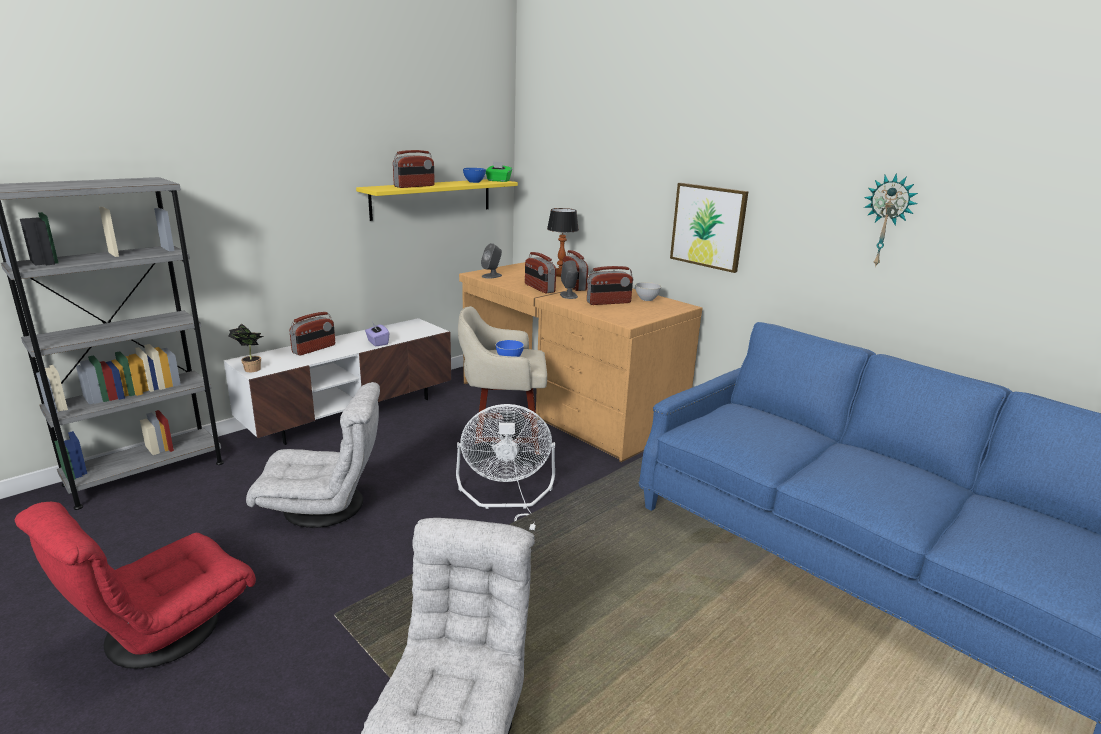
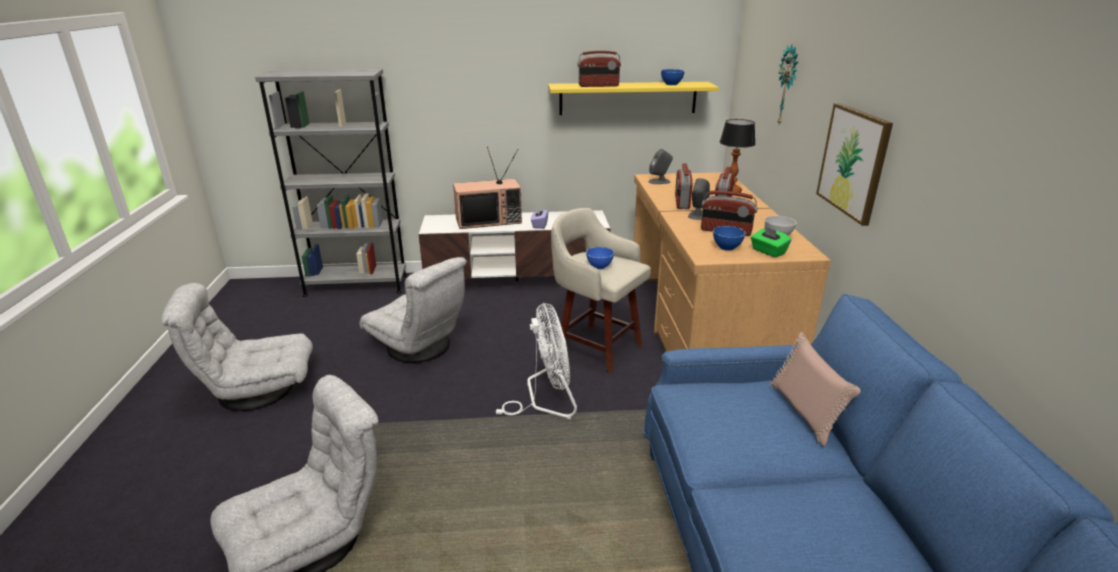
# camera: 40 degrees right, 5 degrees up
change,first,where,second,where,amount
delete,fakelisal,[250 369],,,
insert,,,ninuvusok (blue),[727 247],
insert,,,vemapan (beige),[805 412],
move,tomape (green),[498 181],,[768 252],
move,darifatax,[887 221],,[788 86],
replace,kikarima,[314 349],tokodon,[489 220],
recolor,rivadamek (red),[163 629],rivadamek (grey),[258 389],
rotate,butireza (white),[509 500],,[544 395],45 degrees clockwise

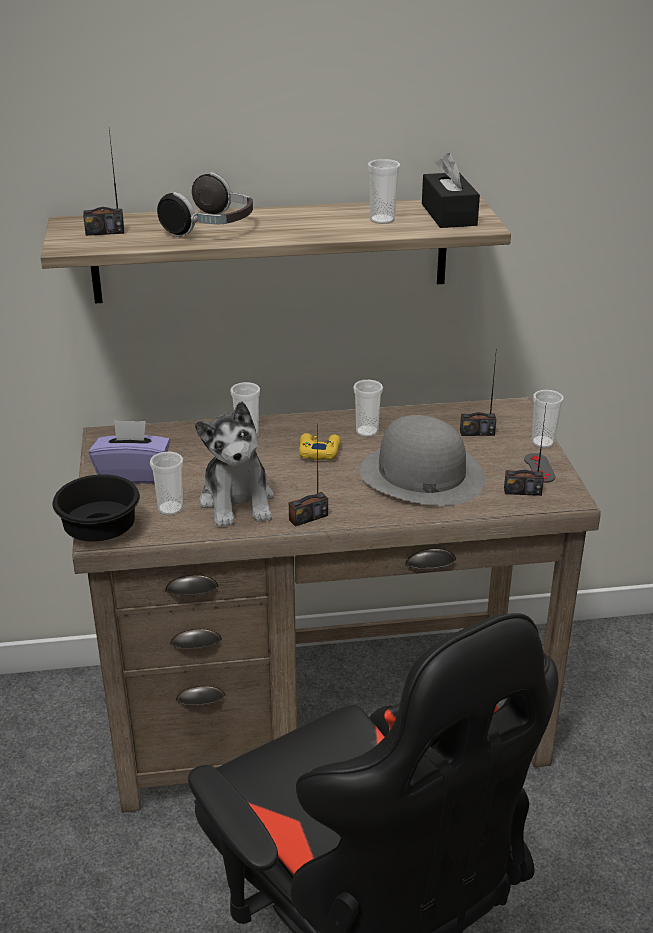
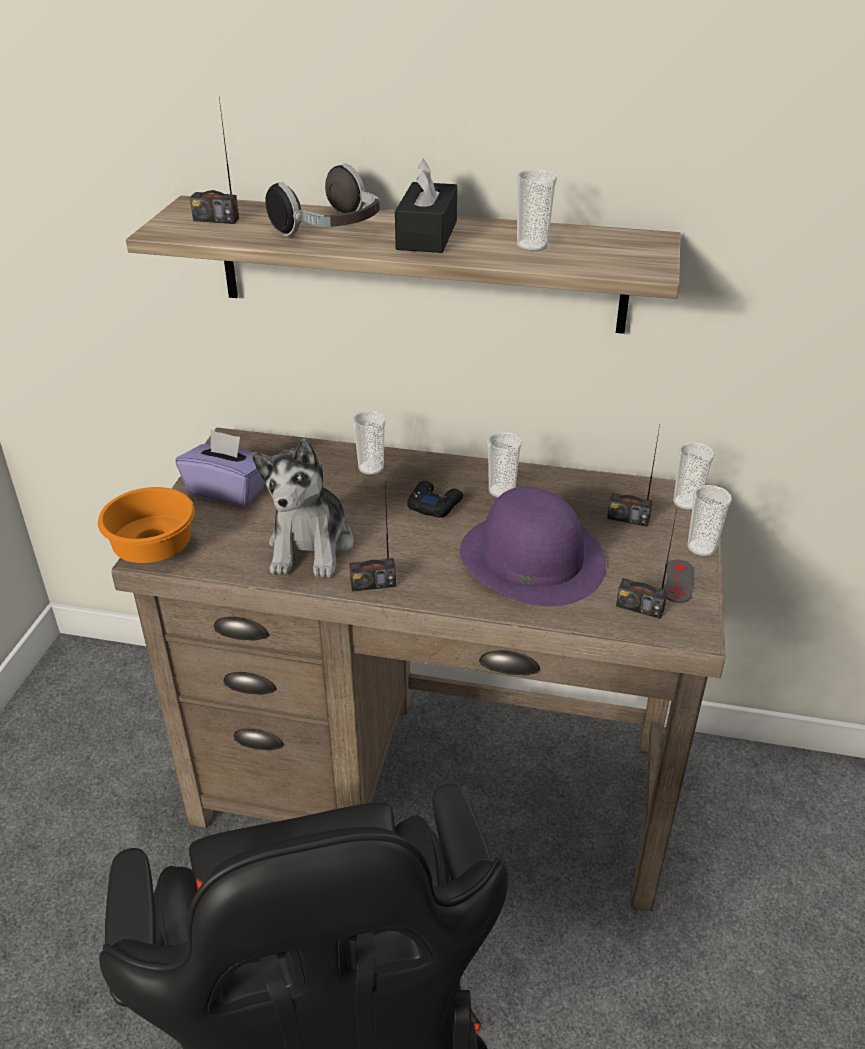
# camera: 20 degrees right, 5 degrees up
change,first,where,second,where,amount
move,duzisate,[170 508],,[686 502],
move,tomape (black),[448 215],,[427 235],
recolor,ninuvusok (black),[97 531],ninuvusok (orange),[151 548],
recolor,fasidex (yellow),[319 451],fasidex (black),[434 504],
recolor,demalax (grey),[421 474],demalax (purple),[531 558],

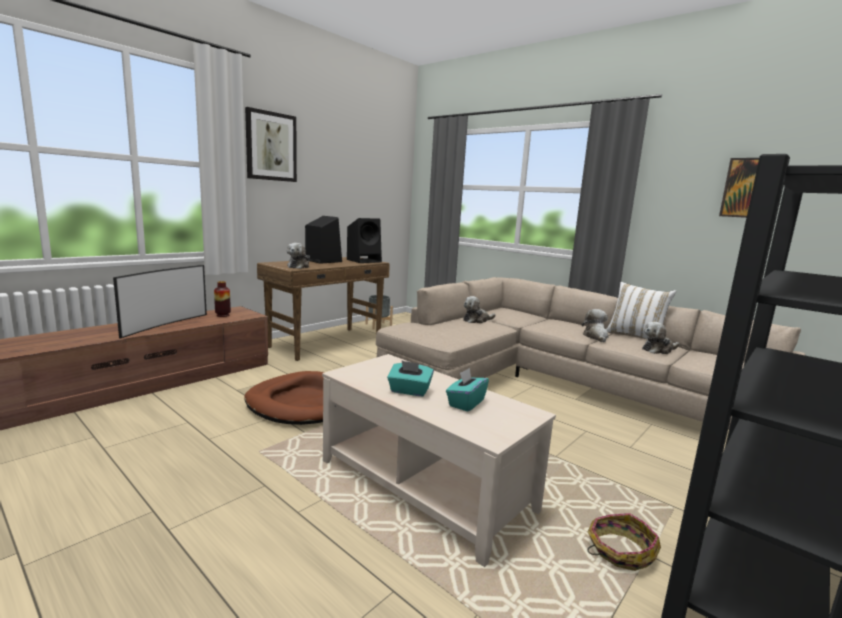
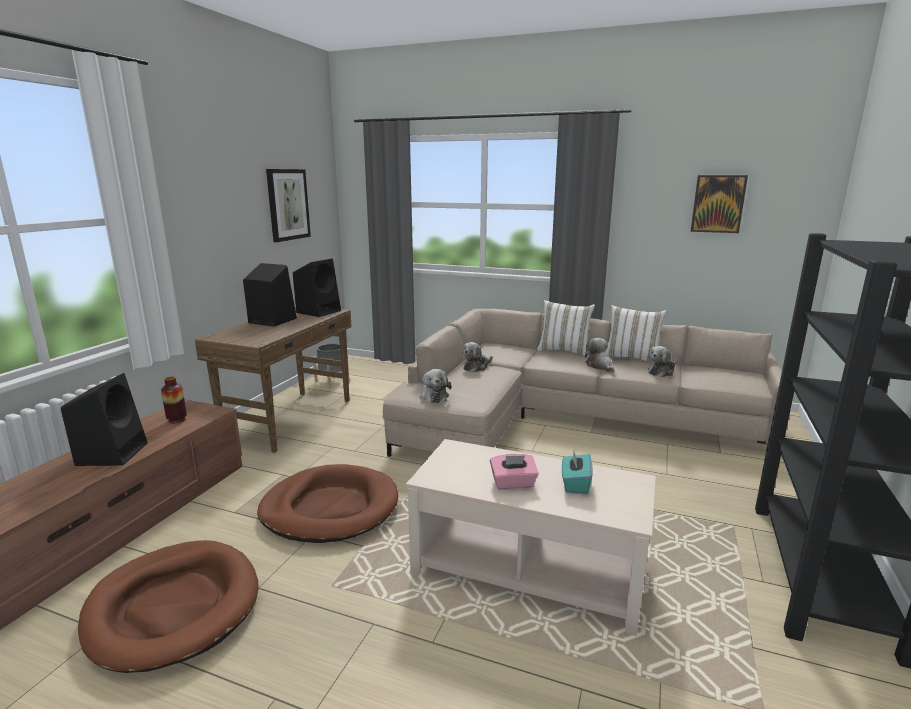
# camera: 20 degrees left, 5 degrees up
change,first,where,second,where,amount
delete,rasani,[619 551],,,
insert,,,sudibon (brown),[174 607],
insert,,,vemapan (white),[564 351],
move,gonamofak,[271 146],,[288 204],
move,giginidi,[299 266],,[434 396],
replace,tokodon,[164 324],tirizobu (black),[113 453],
recolor,tomape (turquoise),[409 391],tomape (pink),[513 484],

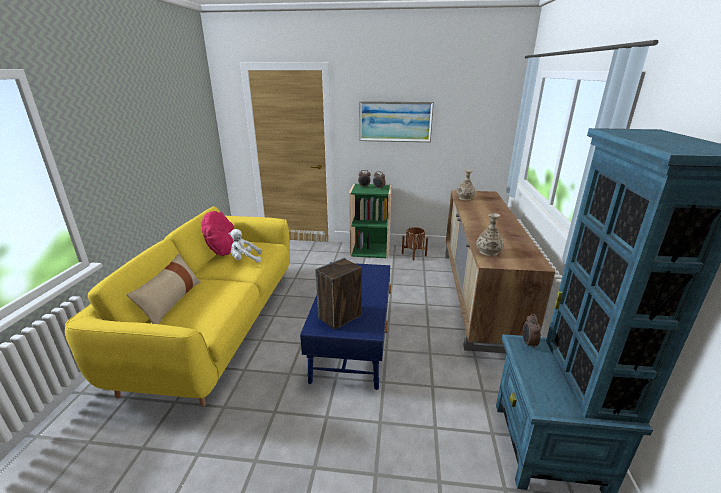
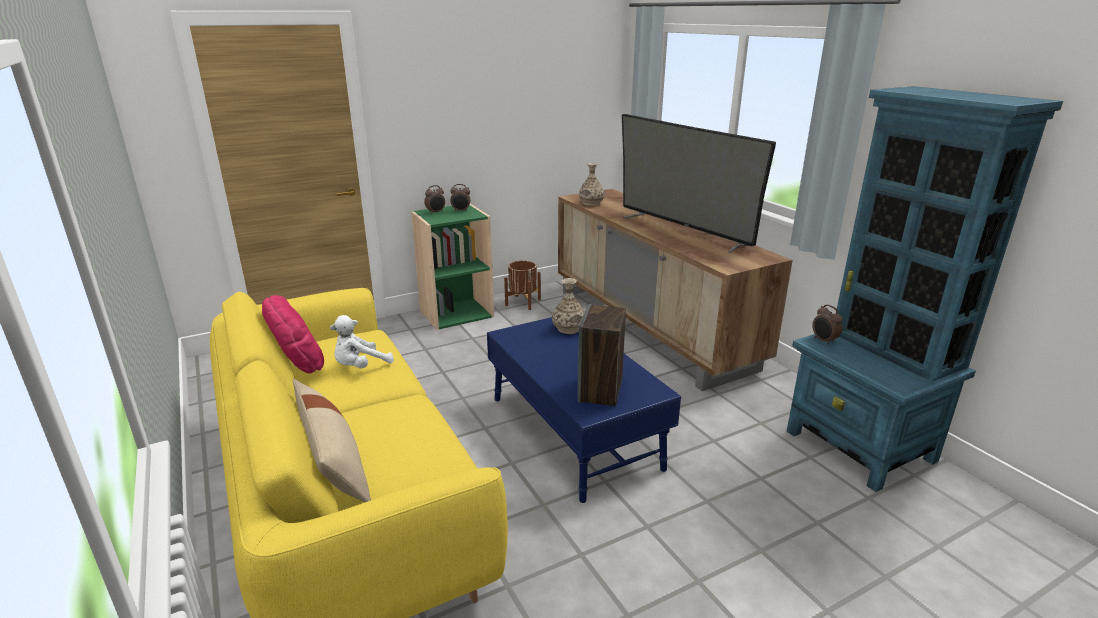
# camera: 35 degrees left, 0 degrees up
change,first,where,second,where,amount
delete,gonamofak,[395 121],,,
insert,,,tokodon,[683 230],
move,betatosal,[488 252],,[568 328],

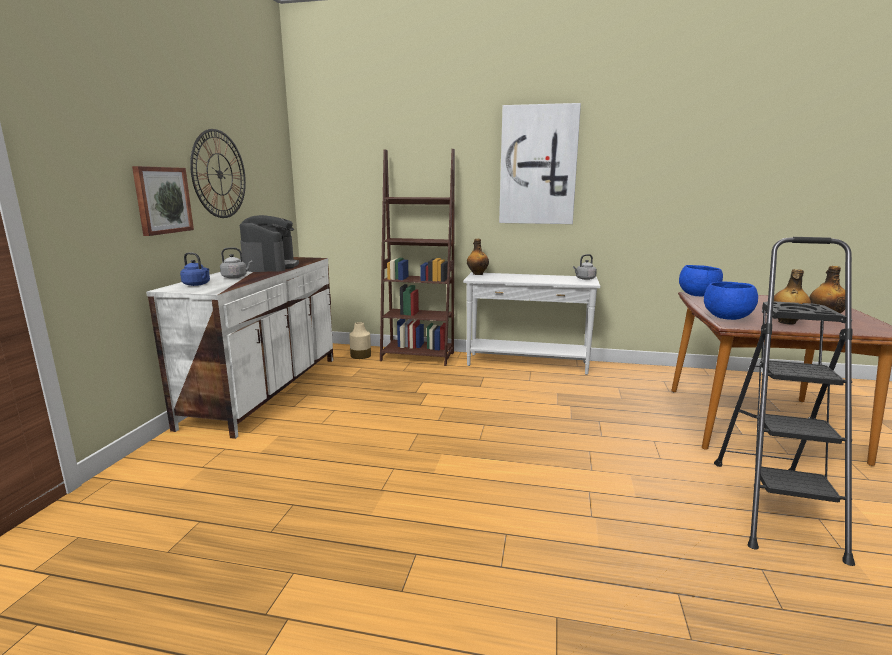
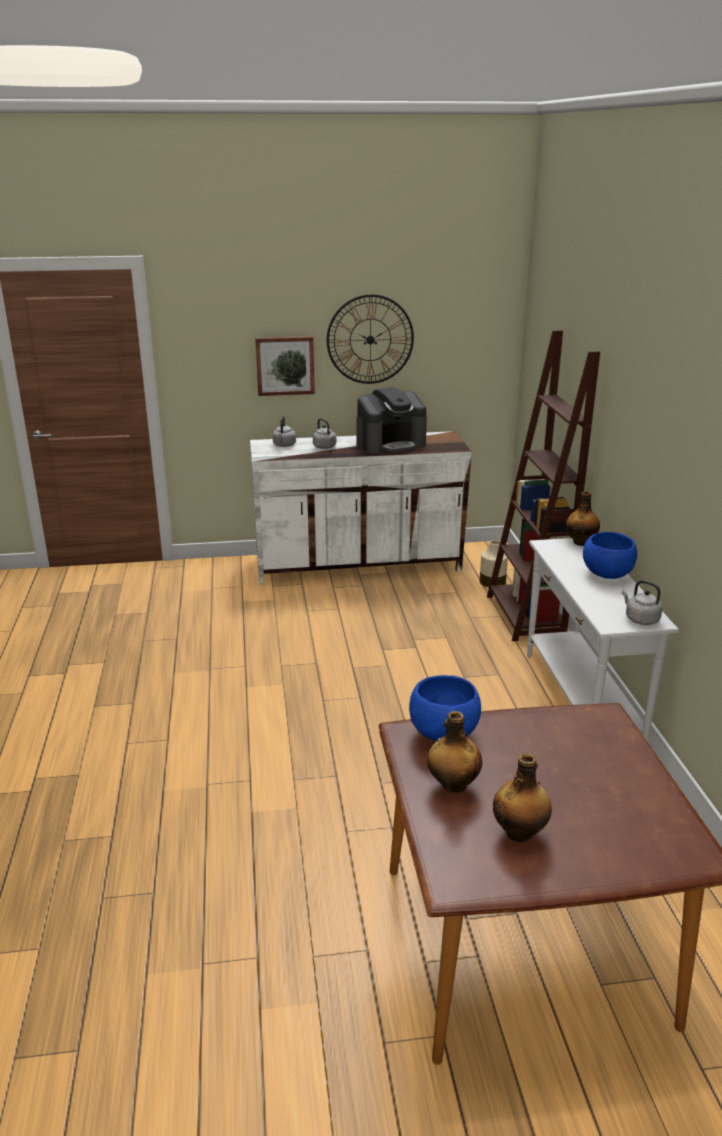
# camera: 70 degrees right, 10 degrees up
change,first,where,second,where,amount
delete,gonamofak,[538 165],,,
delete,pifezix,[773 504],,,
move,ninuvusok (blue),[698 295],,[606 575],
recolor,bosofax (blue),[197 284],bosofax (grey),[284 445],

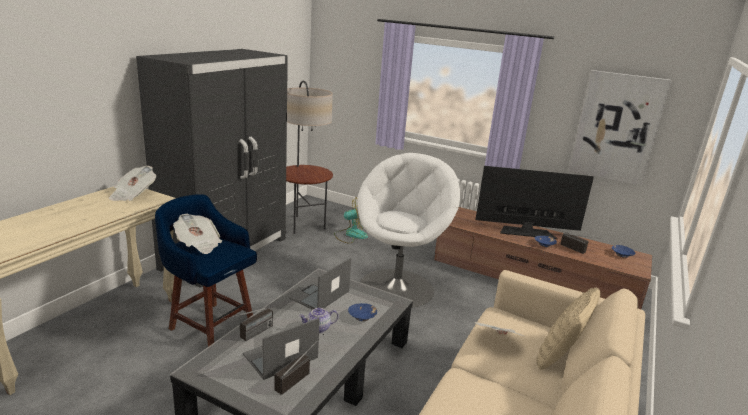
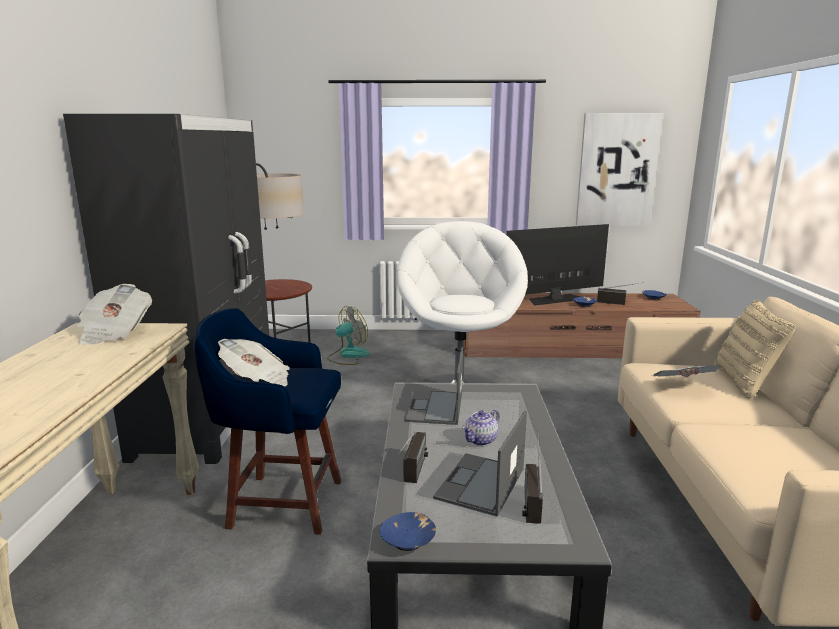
# camera: 25 degrees left, 5 degrees down
change,first,where,second,where,amount
move,ninuvusok (blue),[362 317],,[408 541],

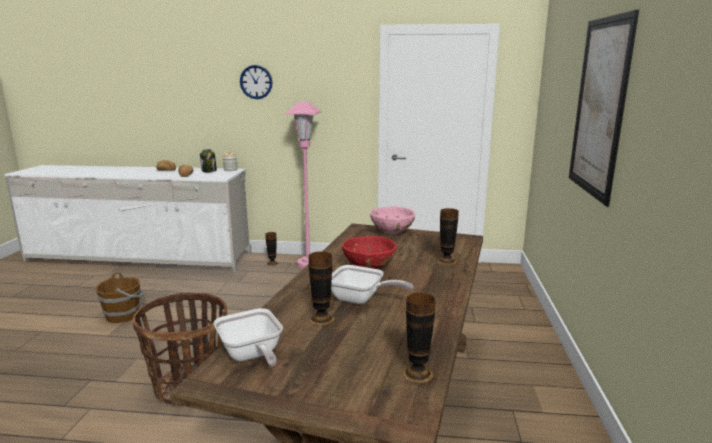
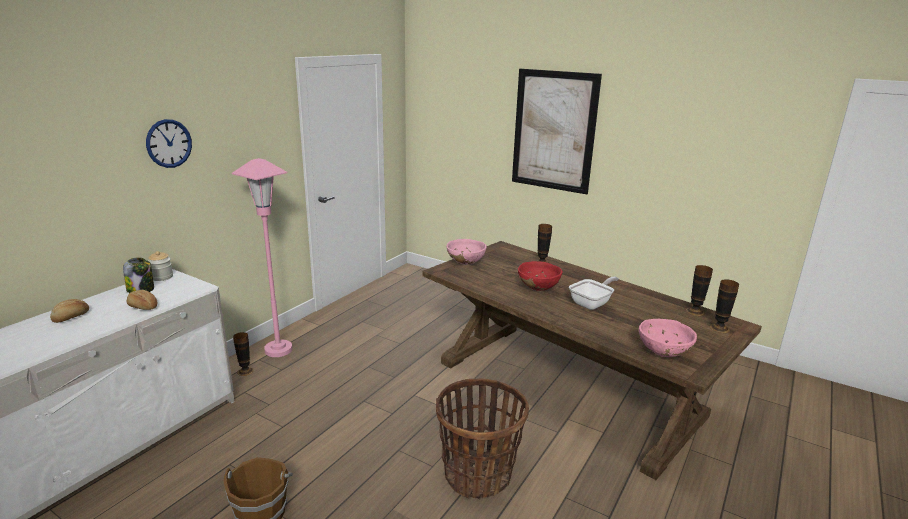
# camera: 65 degrees left, 5 degrees up
change,first,where,second,where,amount
move,betatosal,[321 319],,[719 328],
replace,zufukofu,[251 356],ninuvusok (pink),[663 353],

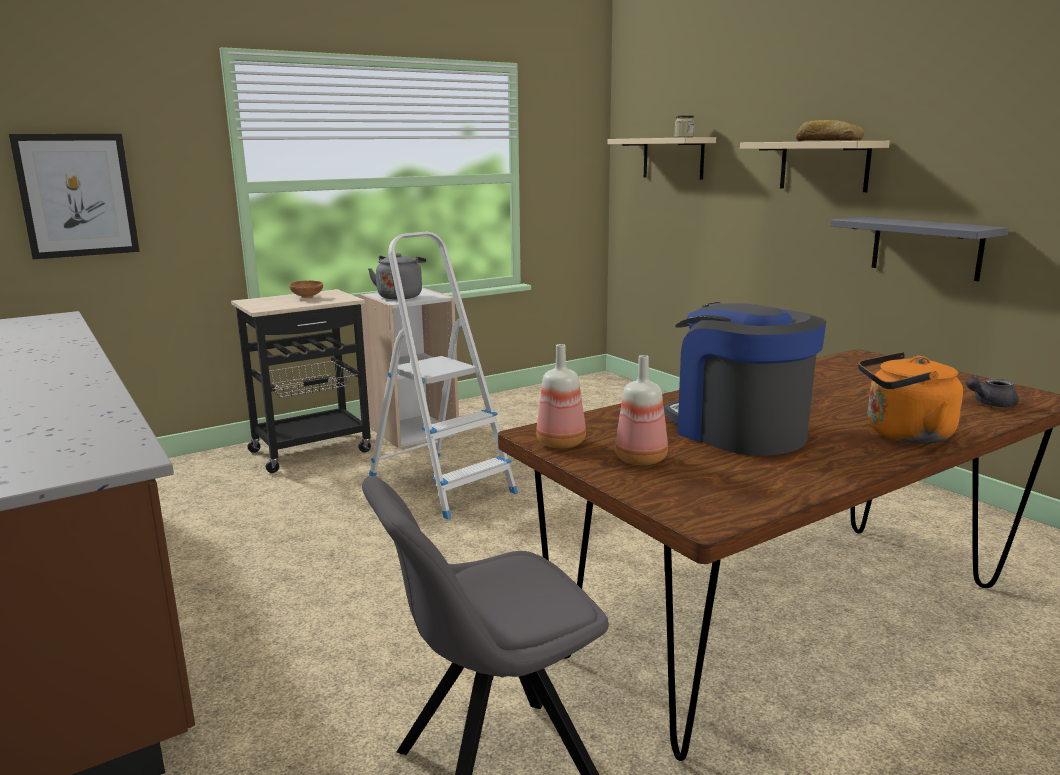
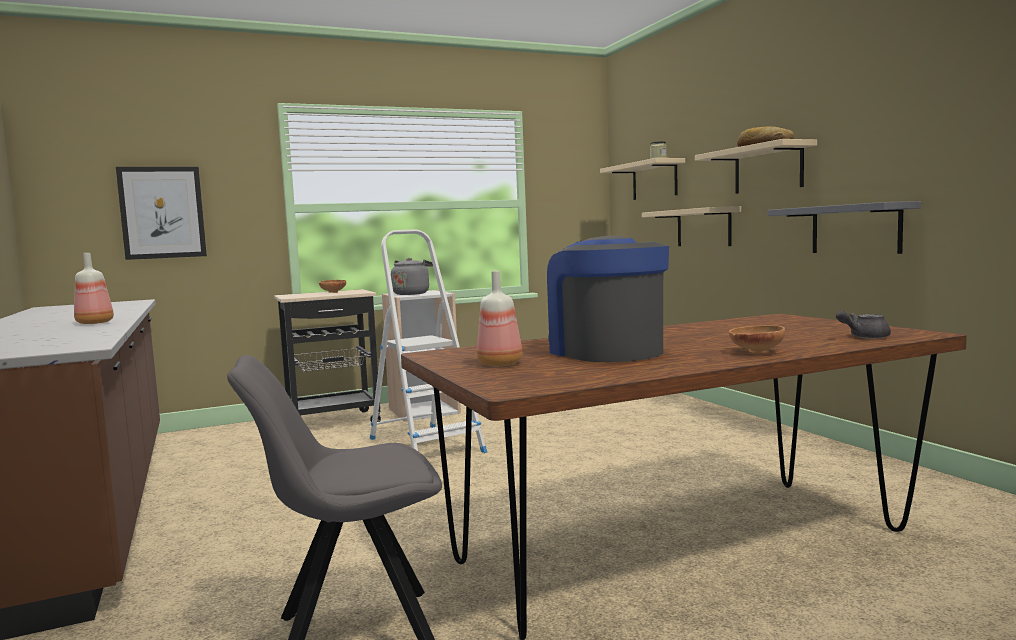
# camera: 10 degrees right, 10 degrees down
change,first,where,second,where,amount
insert,,,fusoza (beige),[703 227],
move,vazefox,[561 442],,[96 322],
replace,bosofax (orange),[903 434],ninuvusok (brown),[755 352],

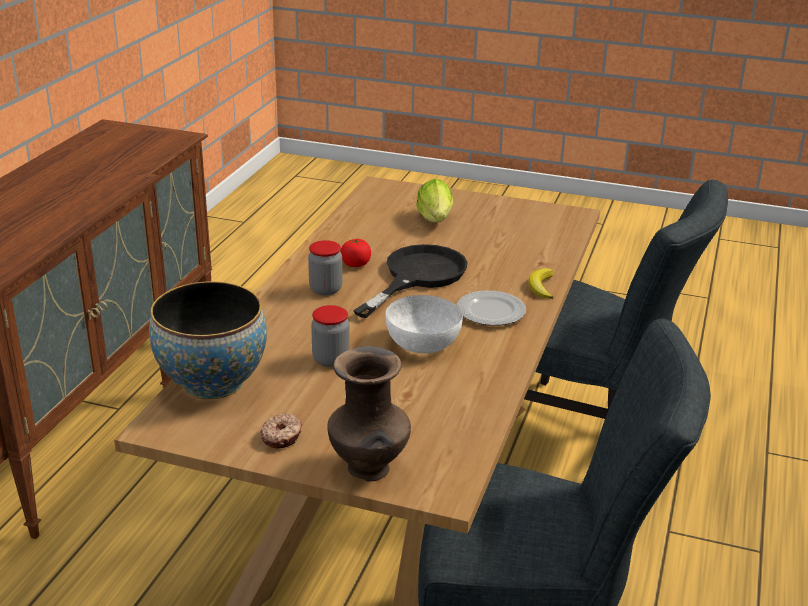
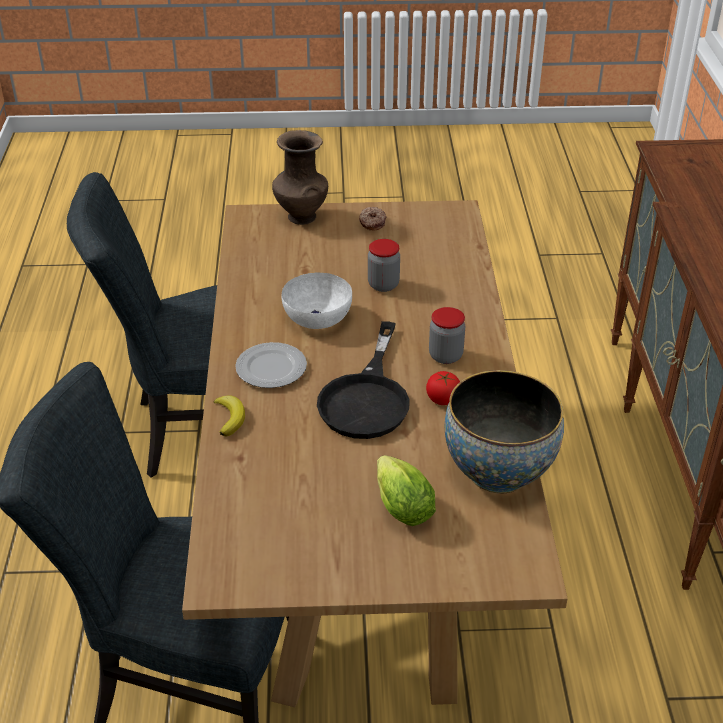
# camera: 160 degrees right, 10 degrees up
change,first,where,second,where,amount
move,ninuvusok,[213 383],,[498 472],

